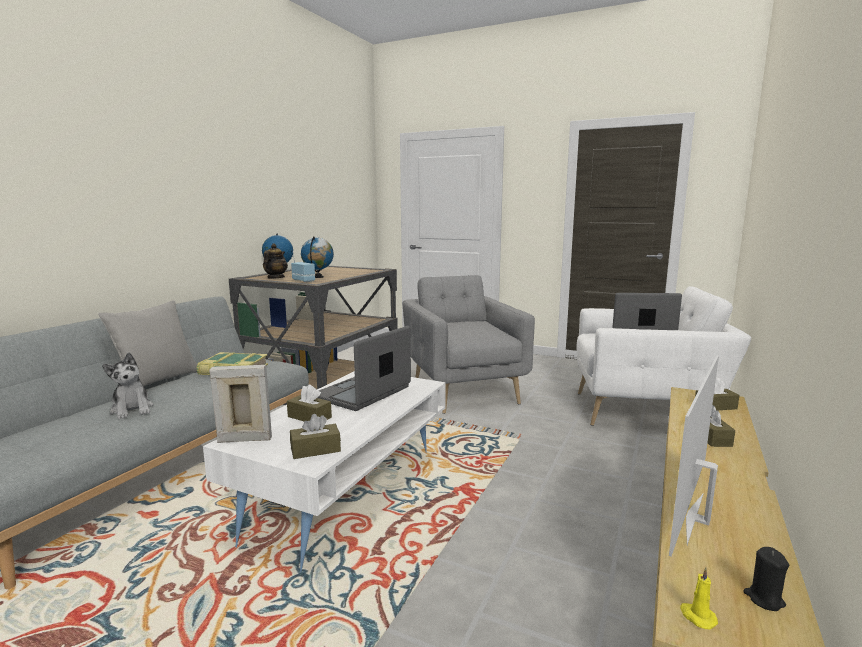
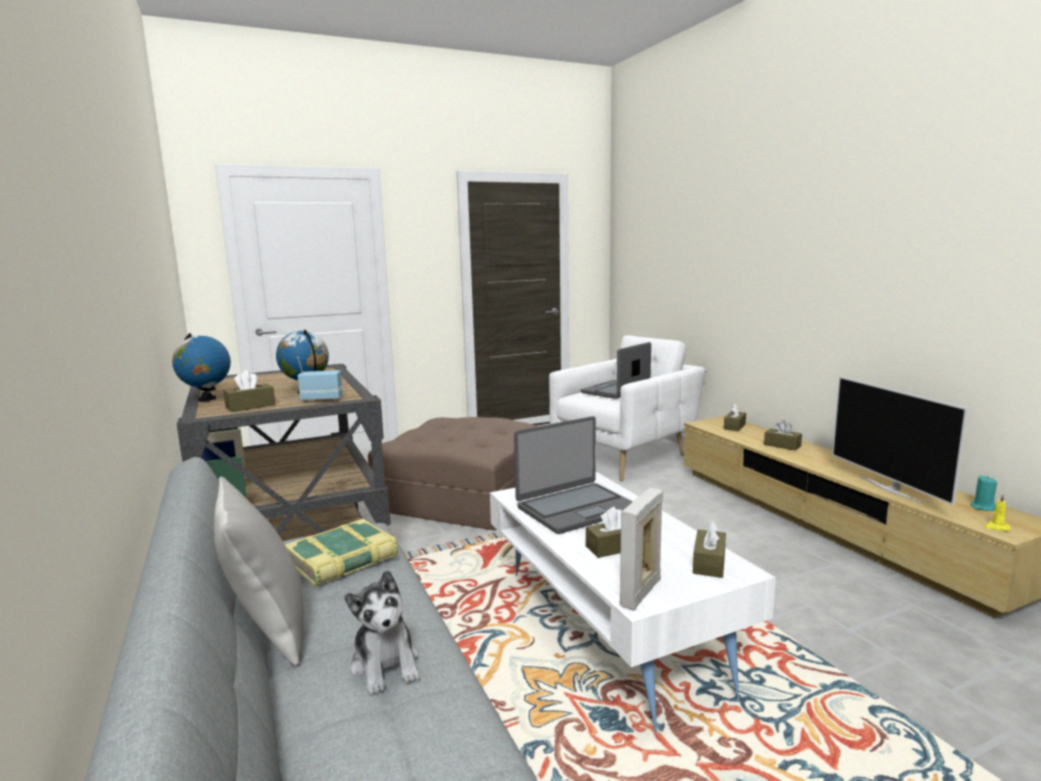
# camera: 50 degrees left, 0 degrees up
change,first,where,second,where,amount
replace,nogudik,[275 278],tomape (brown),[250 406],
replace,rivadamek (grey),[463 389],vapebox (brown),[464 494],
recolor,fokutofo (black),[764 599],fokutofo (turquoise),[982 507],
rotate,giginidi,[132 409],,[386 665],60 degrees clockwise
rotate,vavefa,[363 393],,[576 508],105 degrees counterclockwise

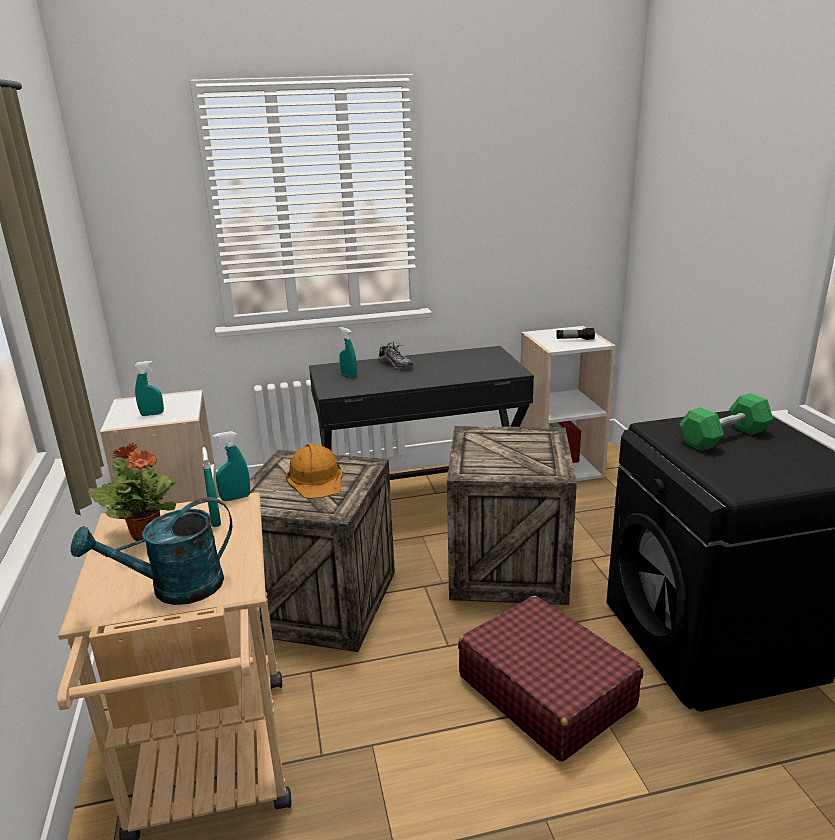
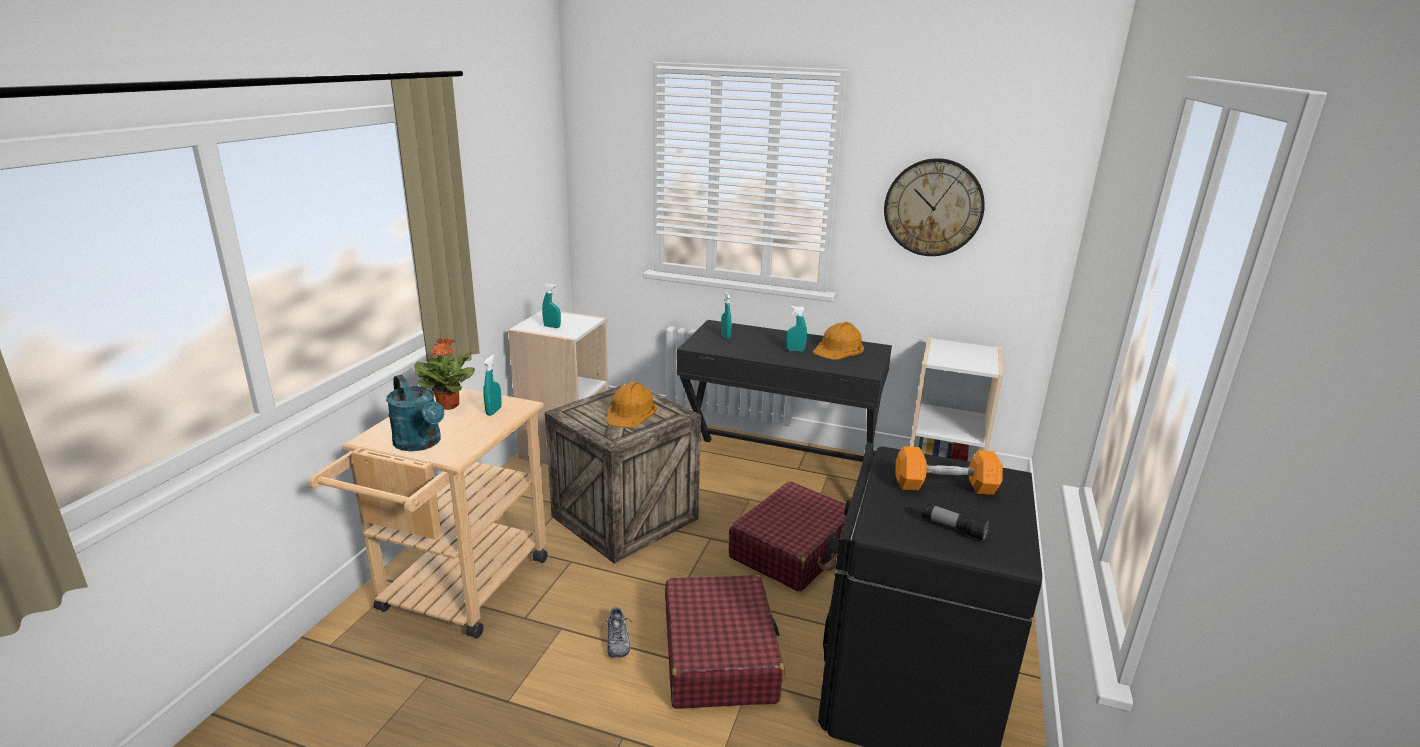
# camera: 30 degrees right, 0 degrees up
change,first,where,second,where,amount
insert,,,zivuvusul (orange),[838 349],
insert,,,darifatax,[933 207],
move,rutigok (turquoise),[235 498],,[795 350],
move,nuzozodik,[395 364],,[617 640],
move,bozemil,[575 339],,[953 528],
replace,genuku,[505 565],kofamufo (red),[793 549],
recolor,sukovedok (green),[724 437],sukovedok (orange),[945 486],
rotate,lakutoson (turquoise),[174 589],,[421 444],135 degrees counterclockwise

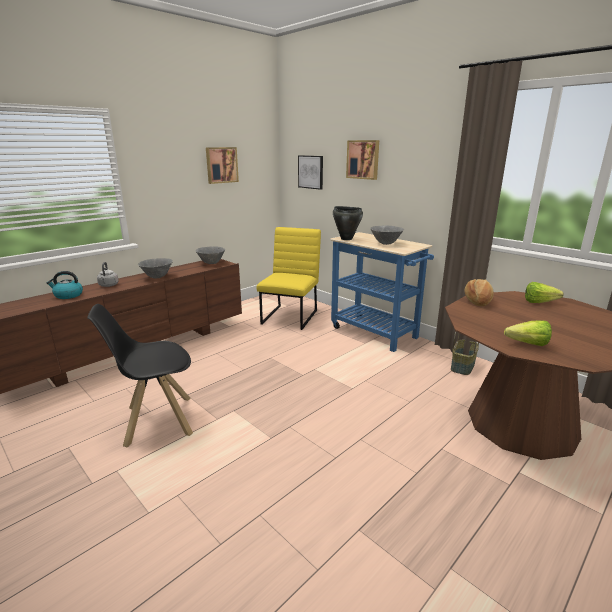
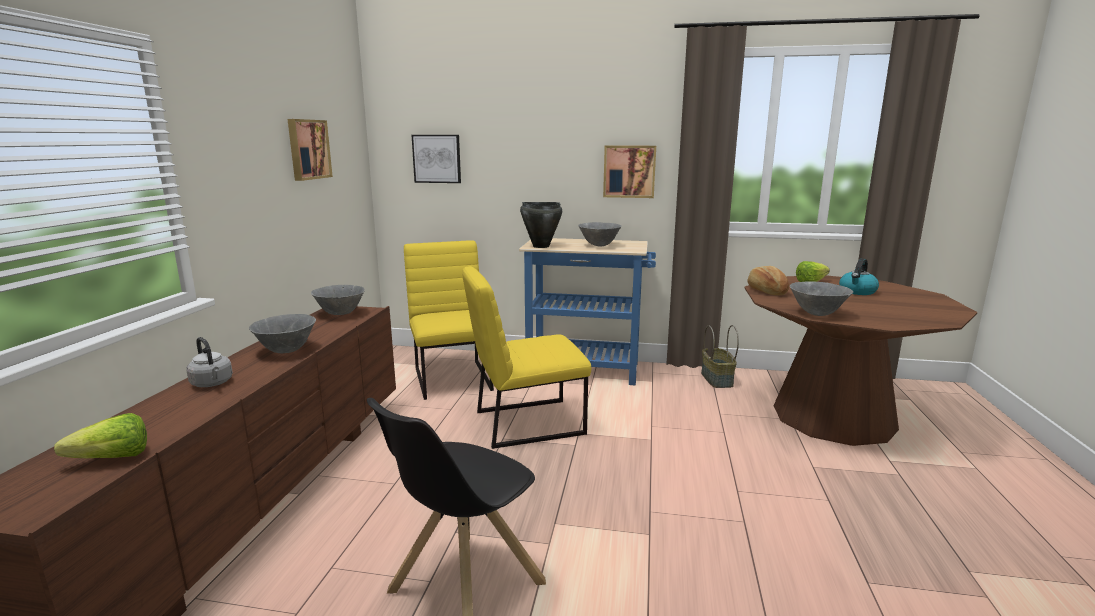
# camera: 35 degrees left, 5 degrees down
change,first,where,second,where,amount
insert,,,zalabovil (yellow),[526 423],
insert,,,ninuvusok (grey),[817 314],
move,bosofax,[68 295],,[857 291],
move,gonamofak,[363 159],,[629 171],
move,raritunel,[523 343],,[106 459],

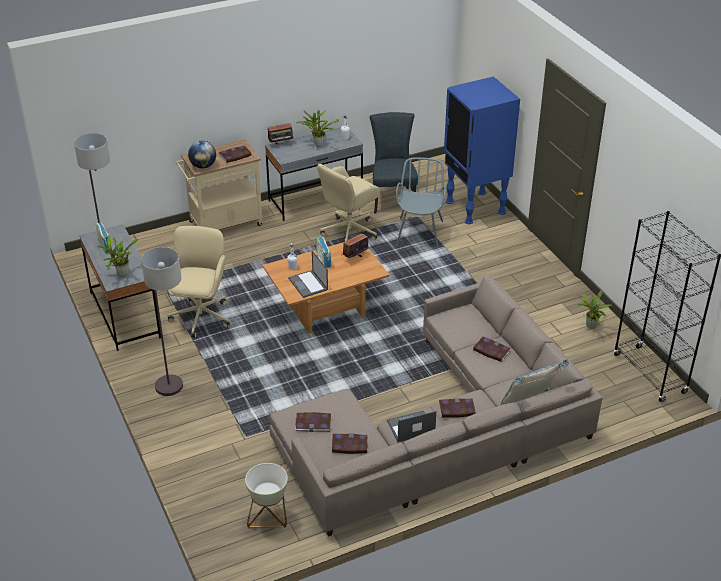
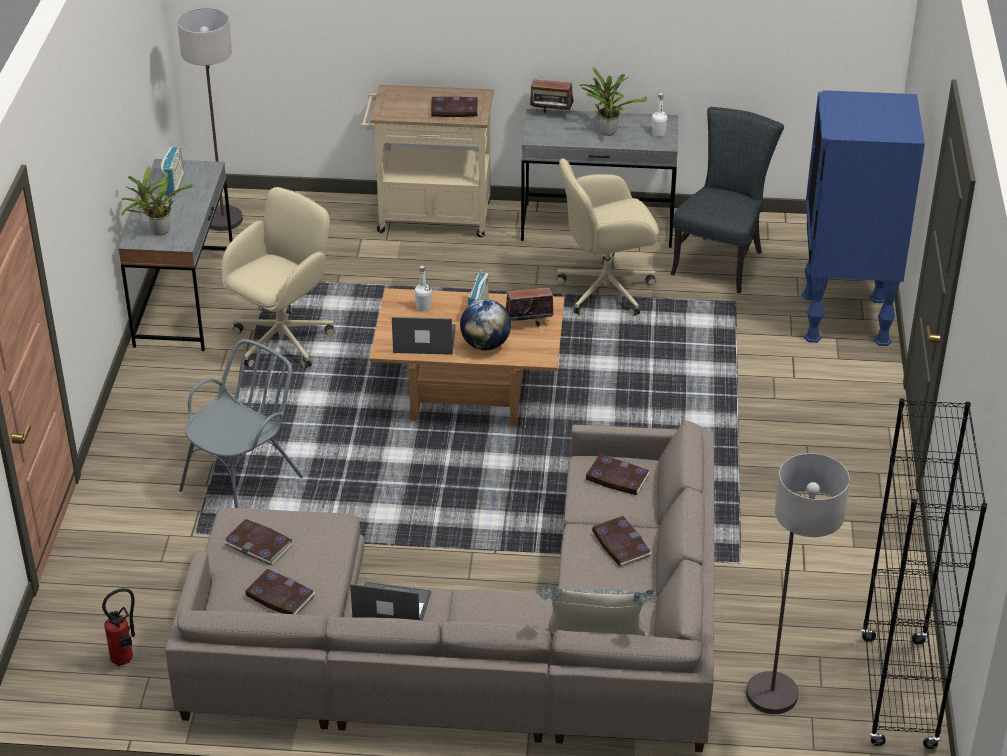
# camera: 30 degrees right, 0 degrees up
change,first,where,second,where,amount
delete,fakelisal,[591 327],,,
move,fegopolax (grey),[175 390],,[780 705],
move,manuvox,[203 166],,[485 345],
move,zalabovil (grey),[419 232],,[244 482],
move,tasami,[456 409],,[617 477],
replace,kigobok,[269 518],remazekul,[126 659],
rotate,vavefa,[308 284],,[423 340],90 degrees clockwise

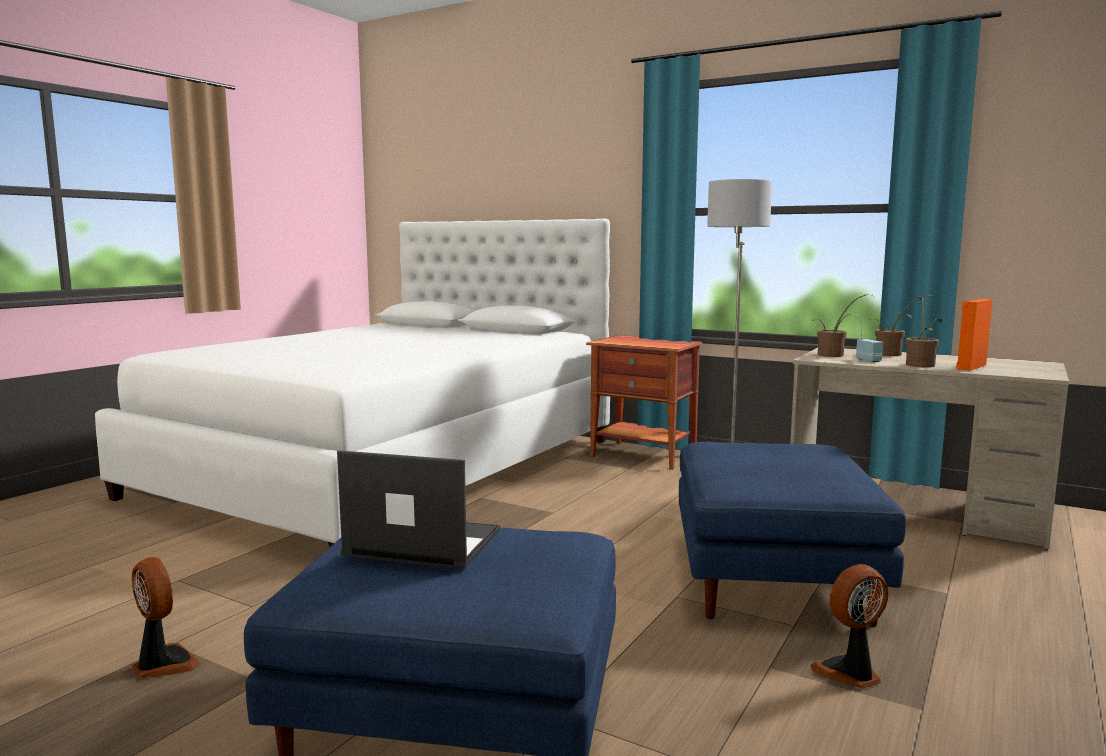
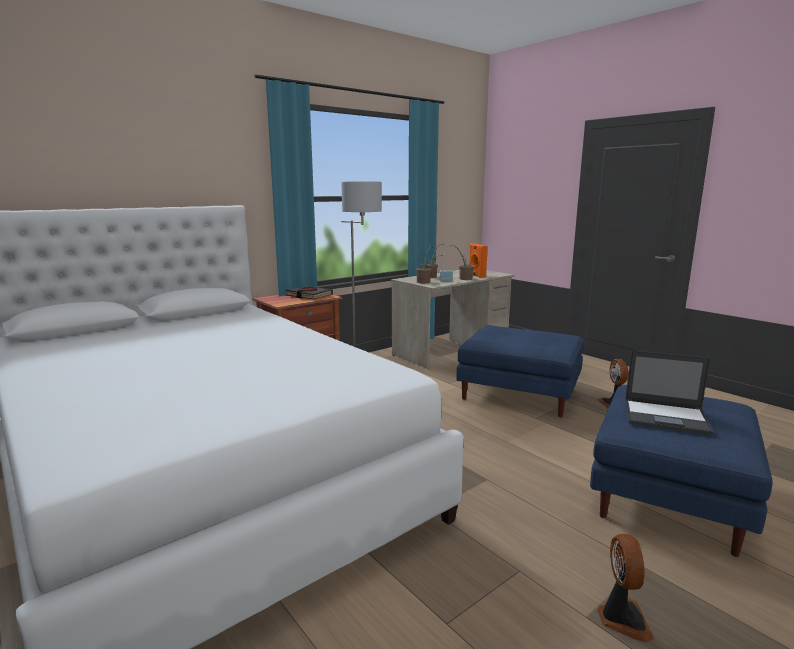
# camera: 70 degrees left, 5 degrees up
change,first,where,second,where,amount
insert,,,tasami (black),[309 295],
rotate,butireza,[163 664],,[621 619],120 degrees clockwise
rotate,vavefa,[421 543],,[666 417],105 degrees counterclockwise

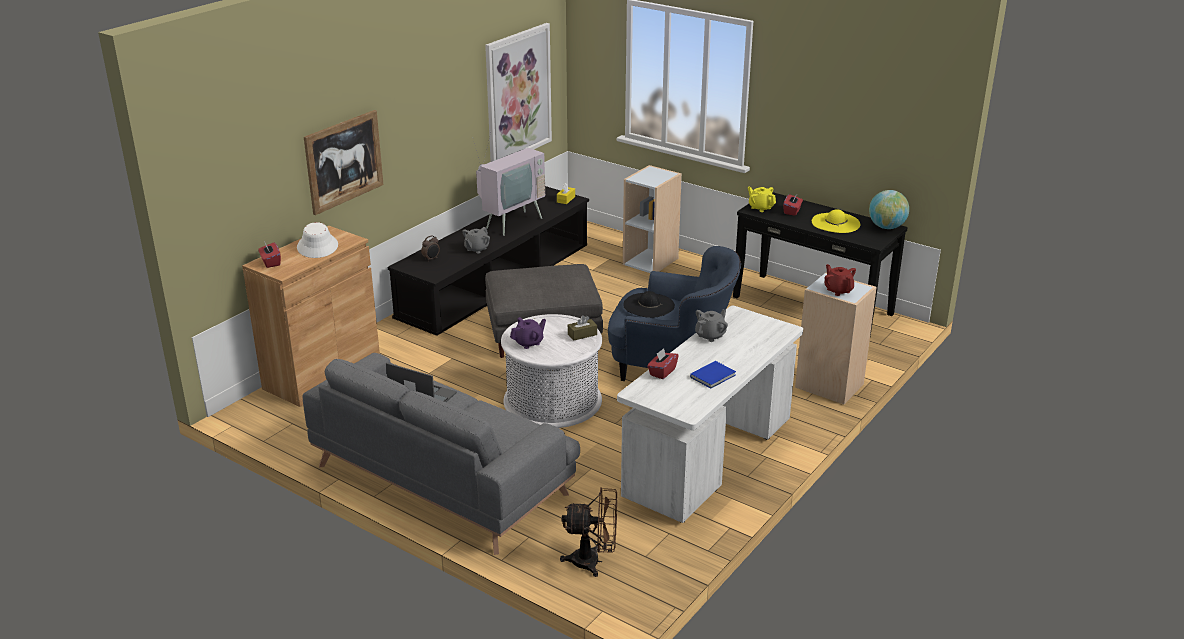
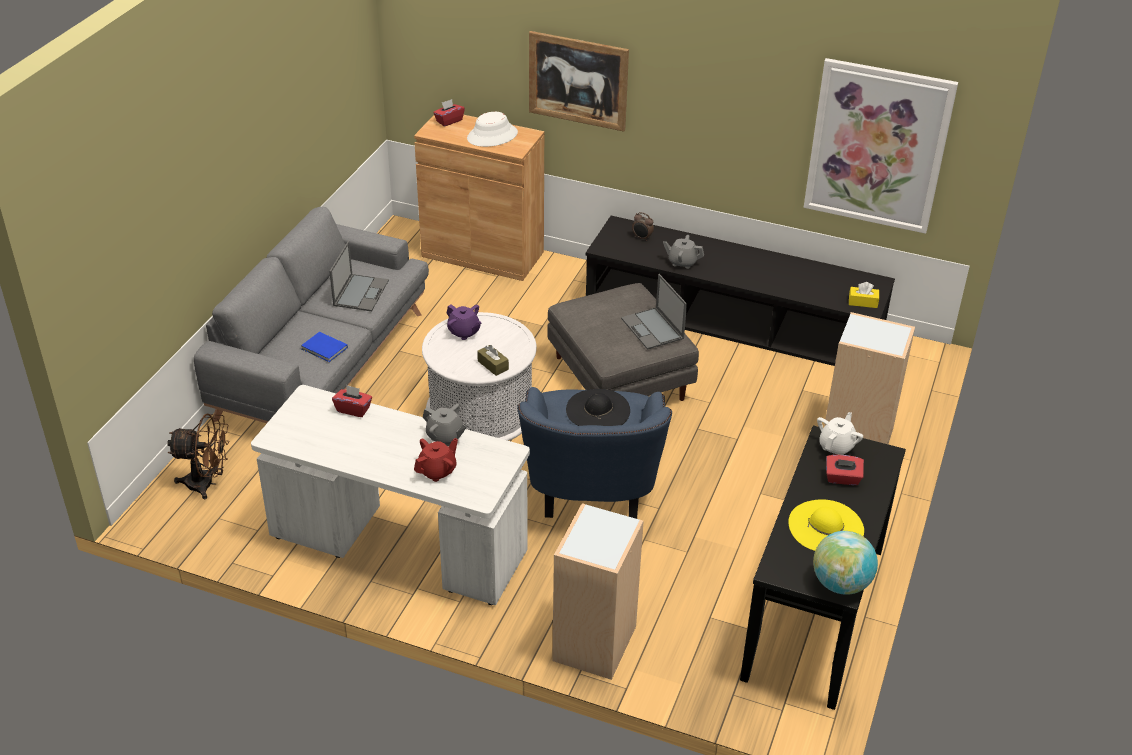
# camera: 75 degrees right, 10 degrees up
change,first,where,second,where,amount
delete,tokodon,[510 221],,,
insert,,,vavefa,[653 329],
move,tasami (blue),[714 376],,[325 349],
move,nogudik (red),[838 290],,[437 471],
recolor,nogudik (yellow),[760 208],nogudik (white),[836 446],
rotate,butireza (brown),[593 561],,[207 484],75 degrees counterclockwise

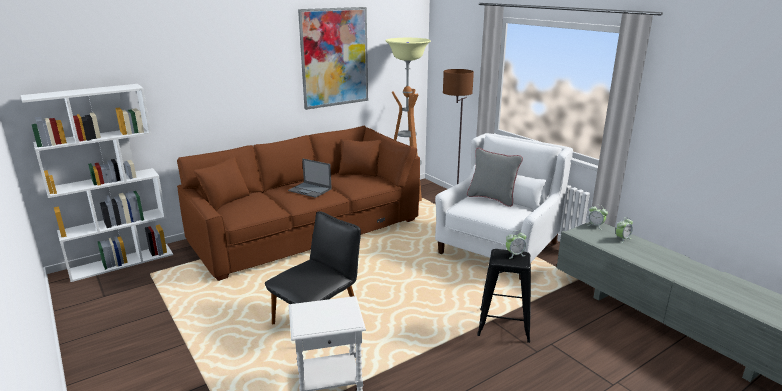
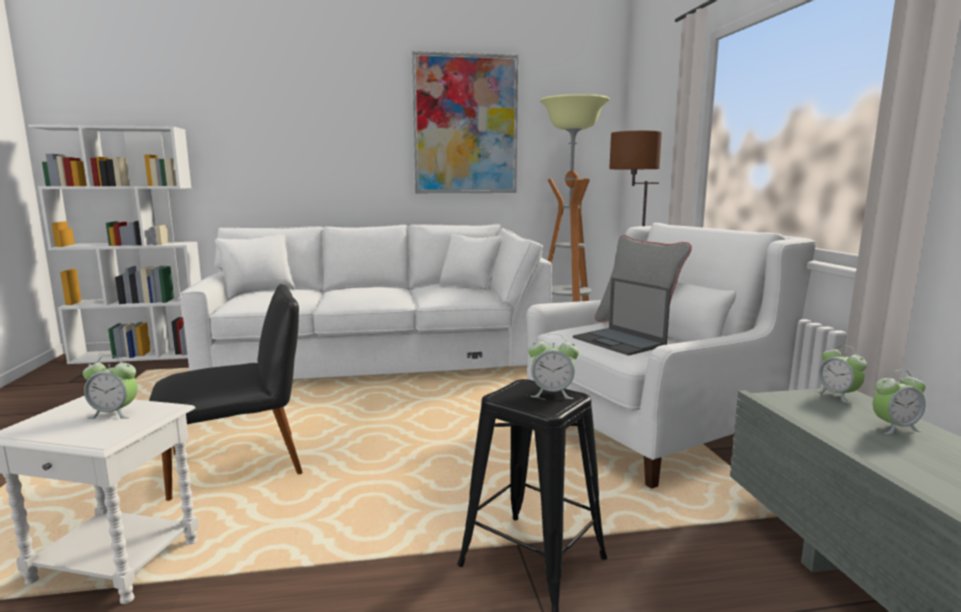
# camera: 25 degrees right, 10 degrees down
change,first,where,second,where,amount
insert,,,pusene,[114 413],
move,vavefa,[310 190],,[619 342],
recolor,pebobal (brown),[308 231],pebobal (white),[380 360],

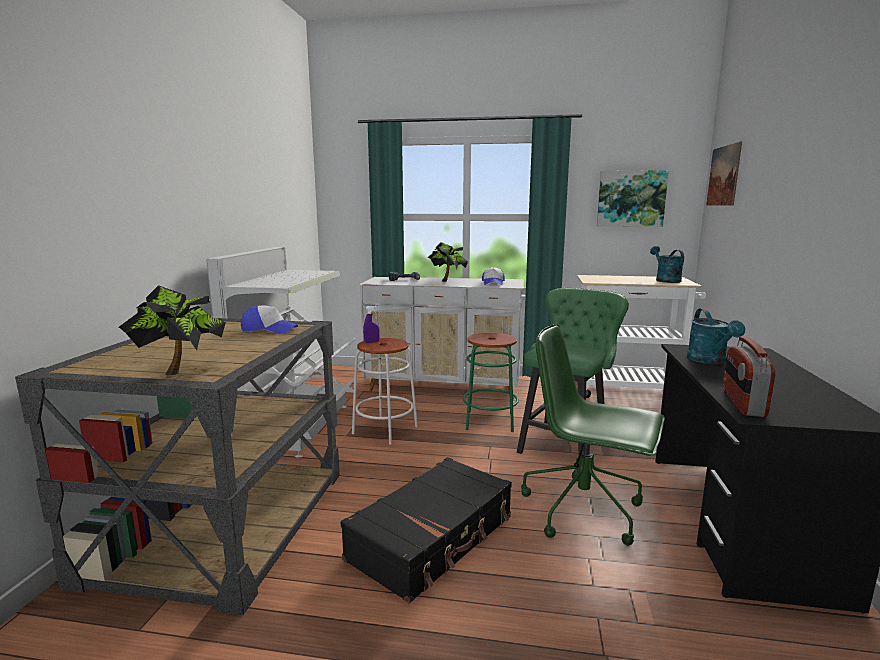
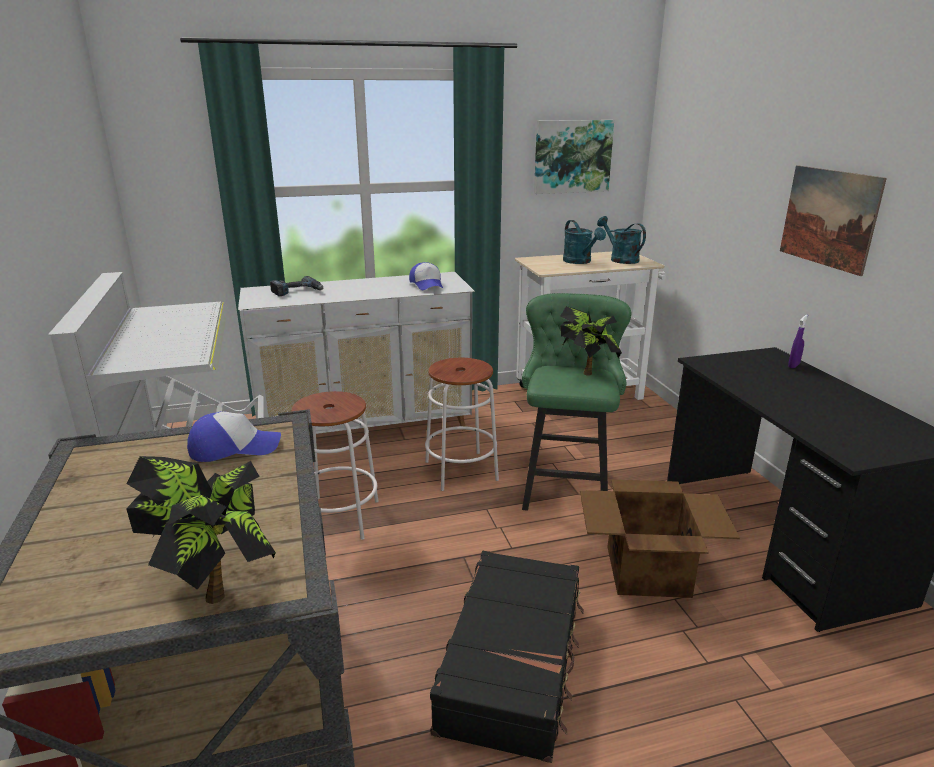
# camera: 25 degrees left, 10 degrees up
change,first,where,second,where,amount
delete,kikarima,[742 403],,,
move,rutigok (purple),[371 342],,[793 365],
move,fakelisal,[447 280],,[587 370],
move,lakutoson (turquoise),[710 361],,[580 262],
move,gonamofak,[723 176],,[828 218],
replace,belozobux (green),[588 512],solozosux,[646 570],
recolor,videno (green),[489 421],videno (white),[461 470],

